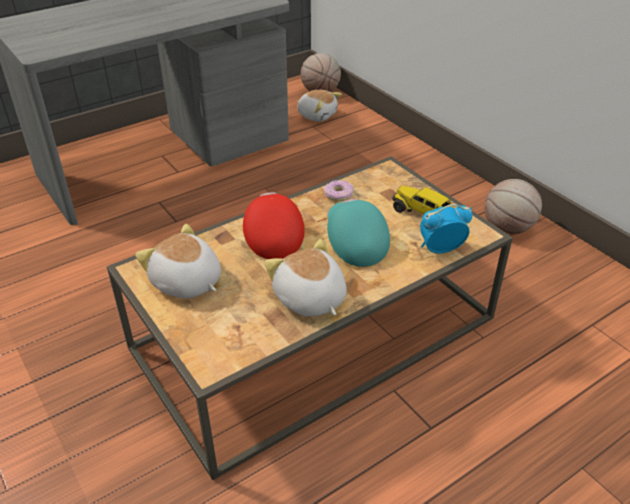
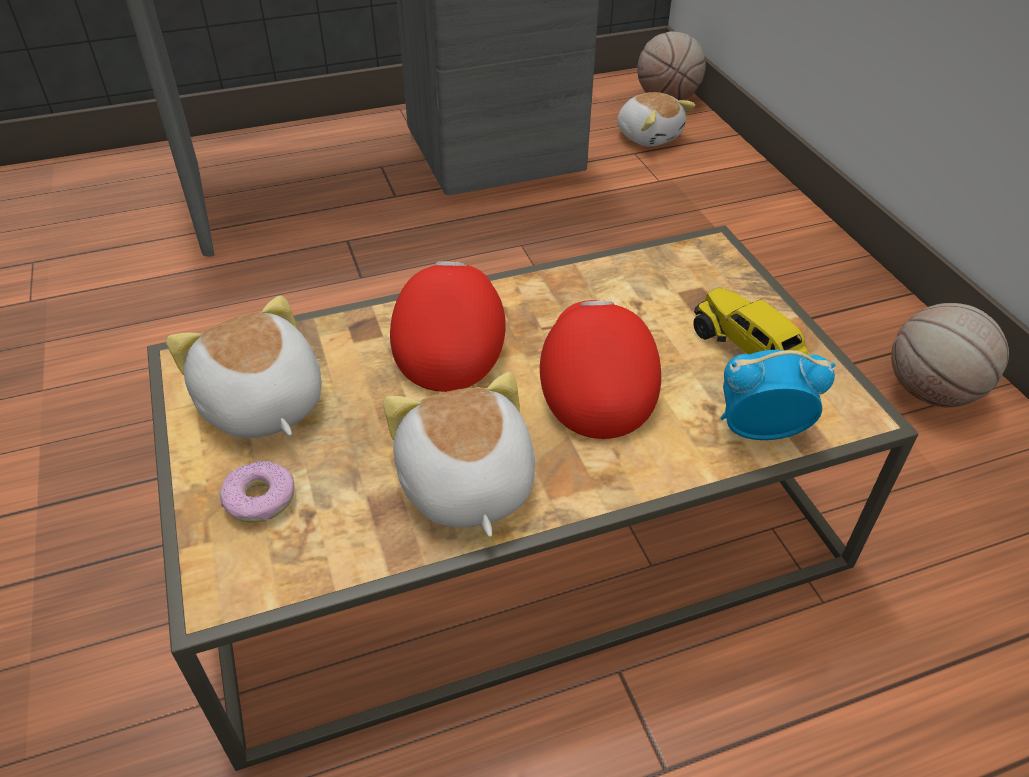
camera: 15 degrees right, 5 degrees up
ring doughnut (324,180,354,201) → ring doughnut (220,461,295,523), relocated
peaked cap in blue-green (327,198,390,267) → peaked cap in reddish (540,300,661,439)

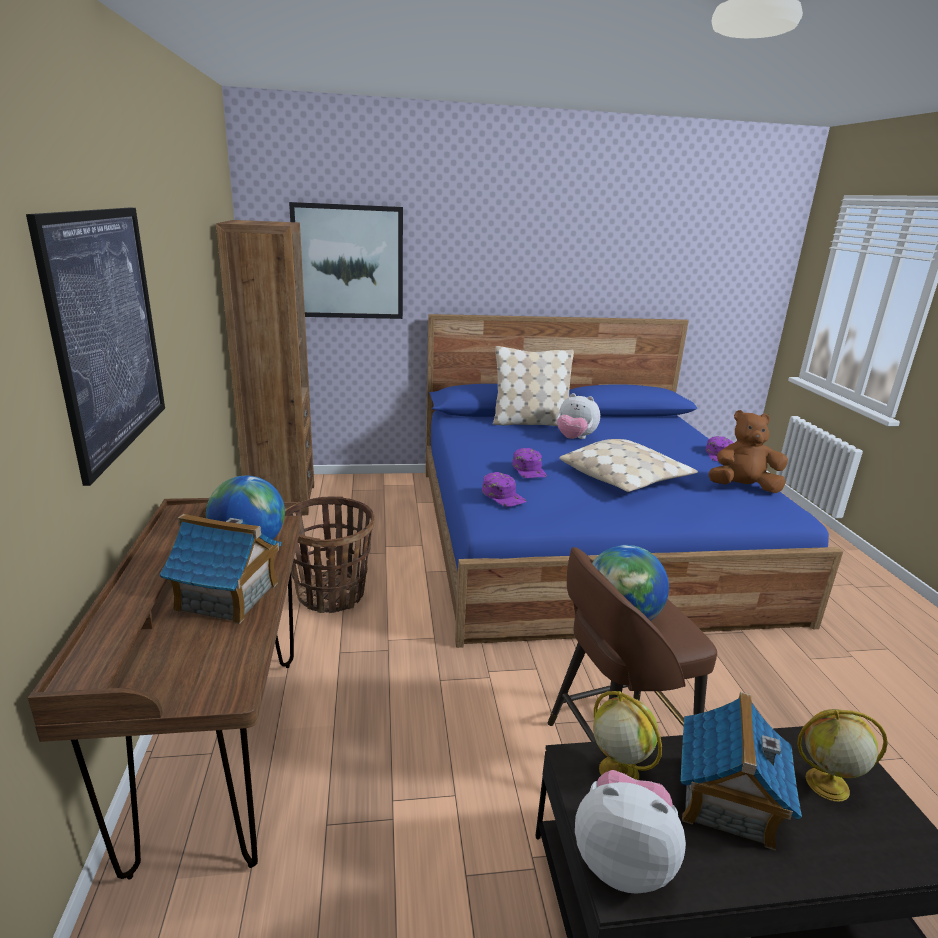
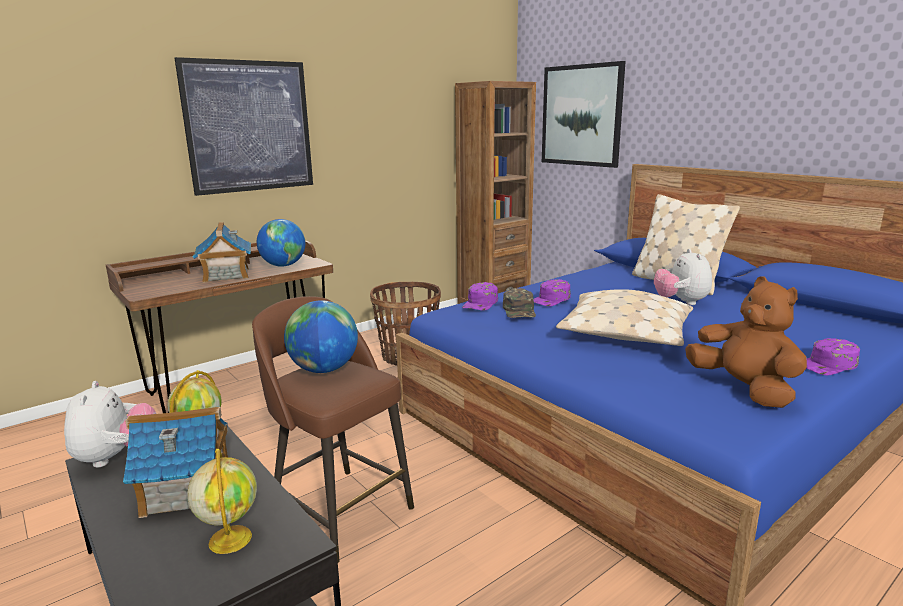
camera: 60 degrees right, 5 degrees down
- → peaked cap in green (503,288,536,318)

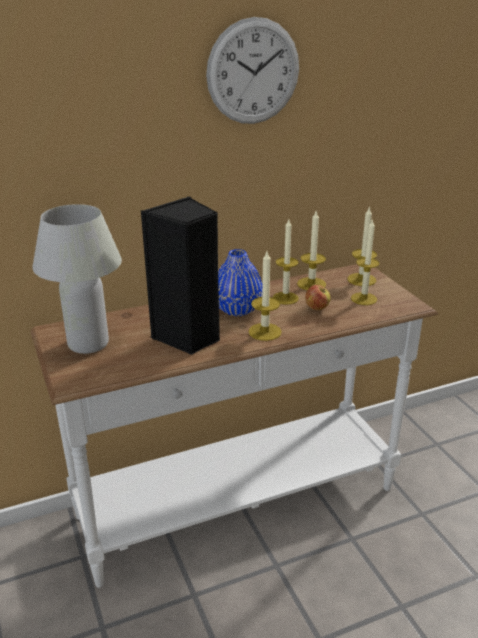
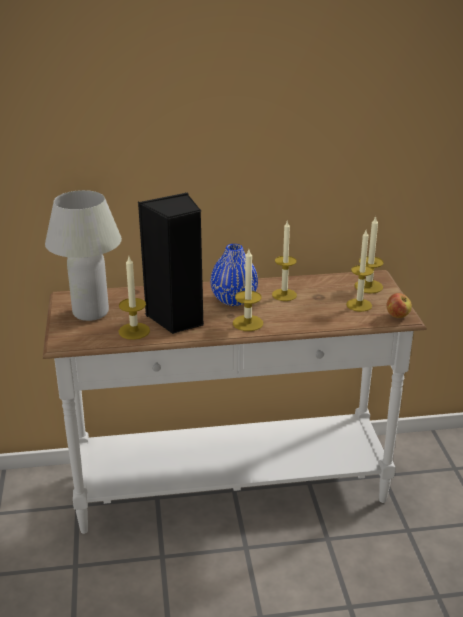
camera: 15 degrees right, 0 degrees up
hanging clock (206,17,299,124) → -
wax candle (297,211,326,290) → wax candle (119,256,150,340), relocated
apple (305,285,331,310) → apple (387,293,412,318), relocated

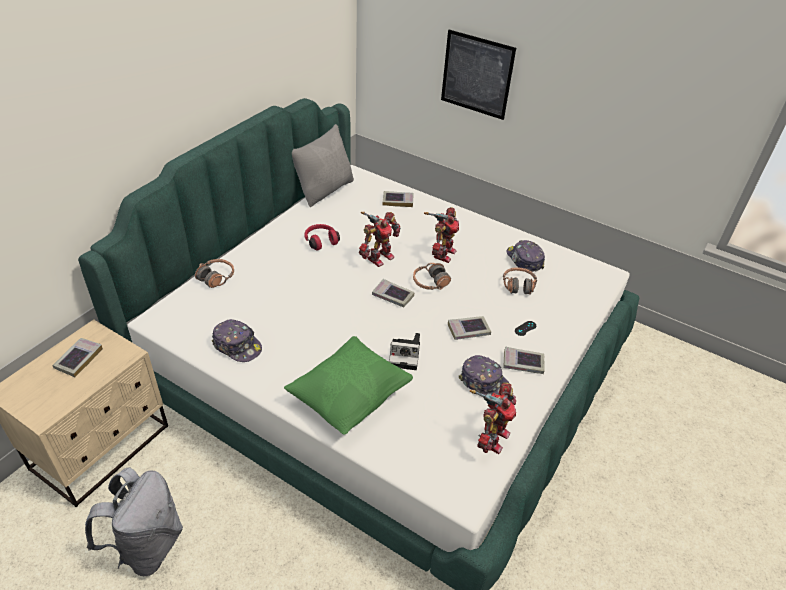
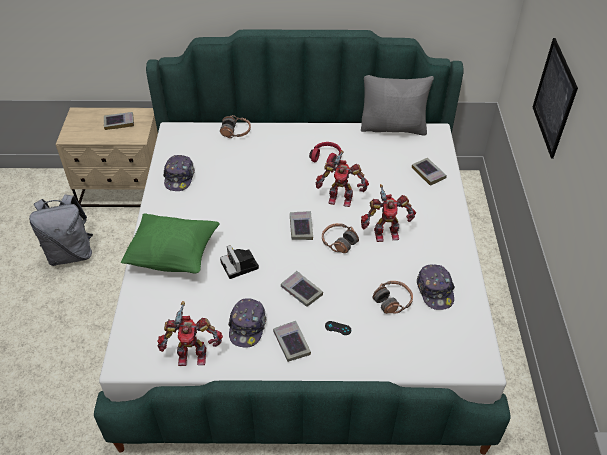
camera: 60 degrees right, 5 degrees up
peaked cap (506,240,545,272) → peaked cap (417,264,455,310), 135 degrees clockwise

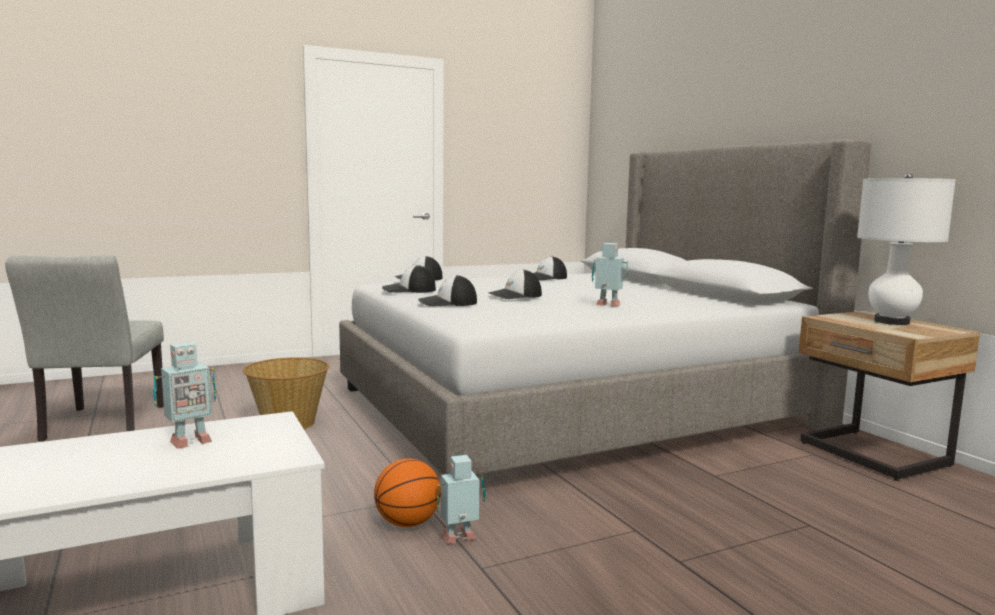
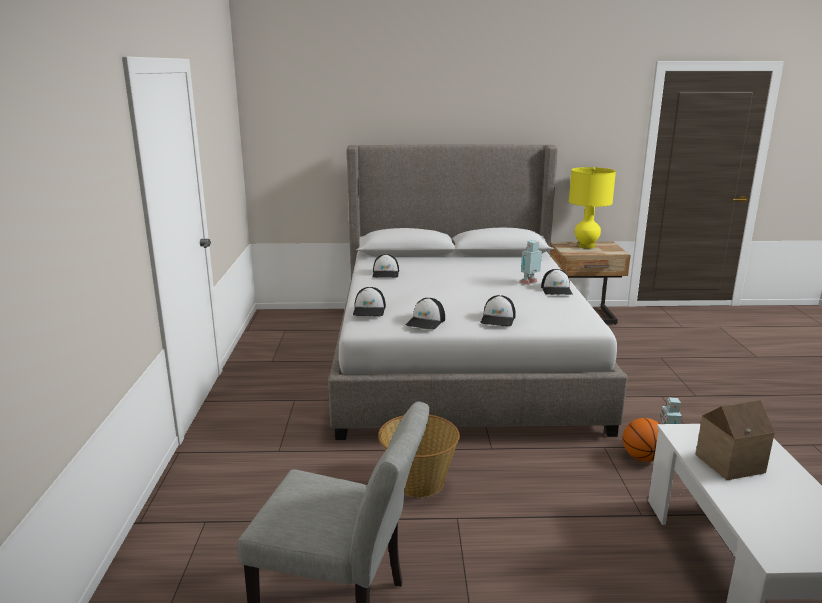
camera: 65 degrees left, 10 degrees up
robot figure (153,342,216,449) → miniature house (695,400,775,480)
peaked cap (489,269,542,299) → peaked cap (541,269,573,295), relocated
table lamp in white-coloured (857,173,956,325) → table lamp in yellow-coloured (569,167,616,249)

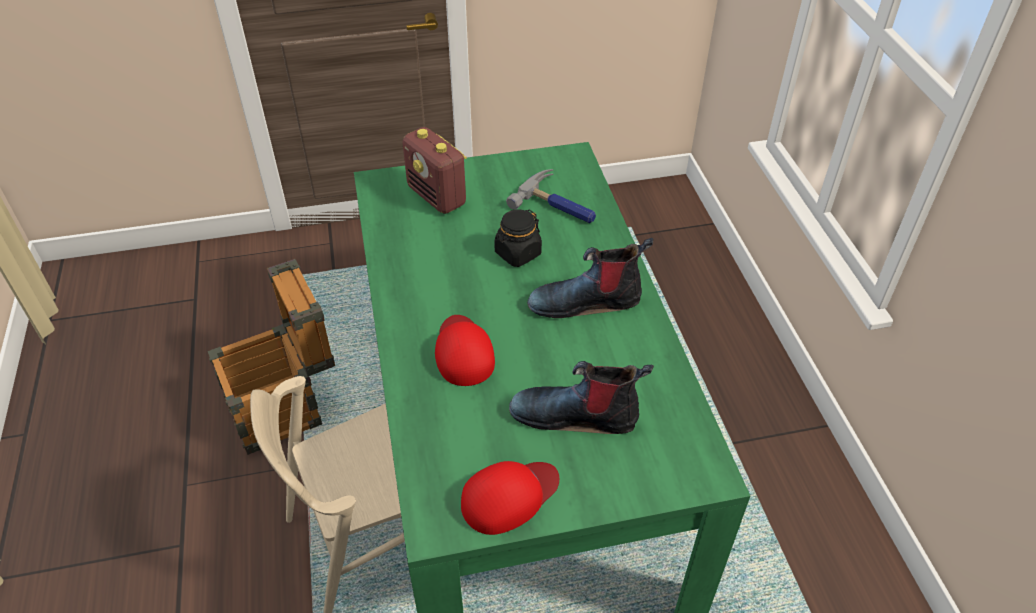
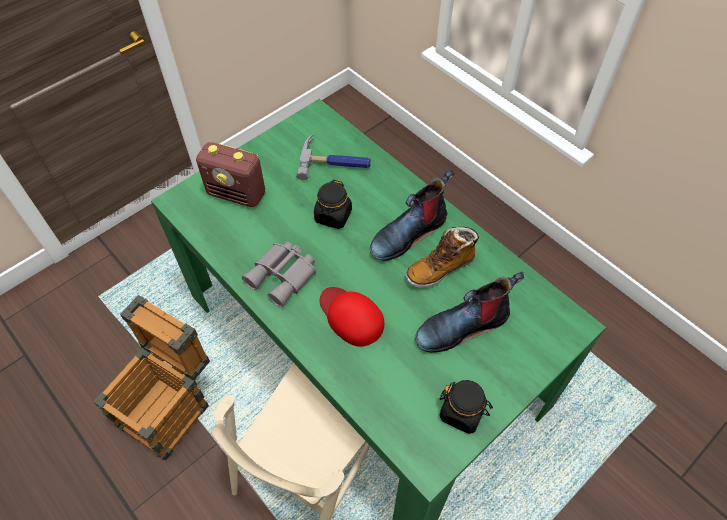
camera: 30 degrees left, 10 degrees up
peaked cap in reddish (461,461,559,535) → preserve jar in black (439,380,493,434)
- → binoculars in gray (242,242,316,307)
- → tall boot (406,227,479,288)

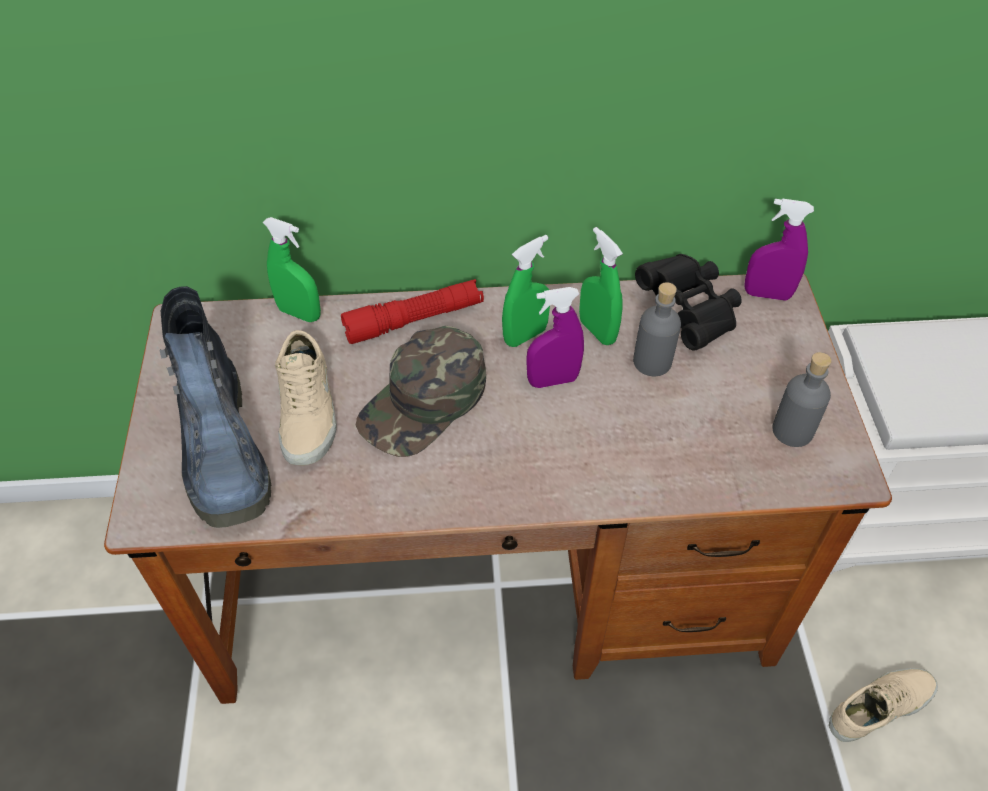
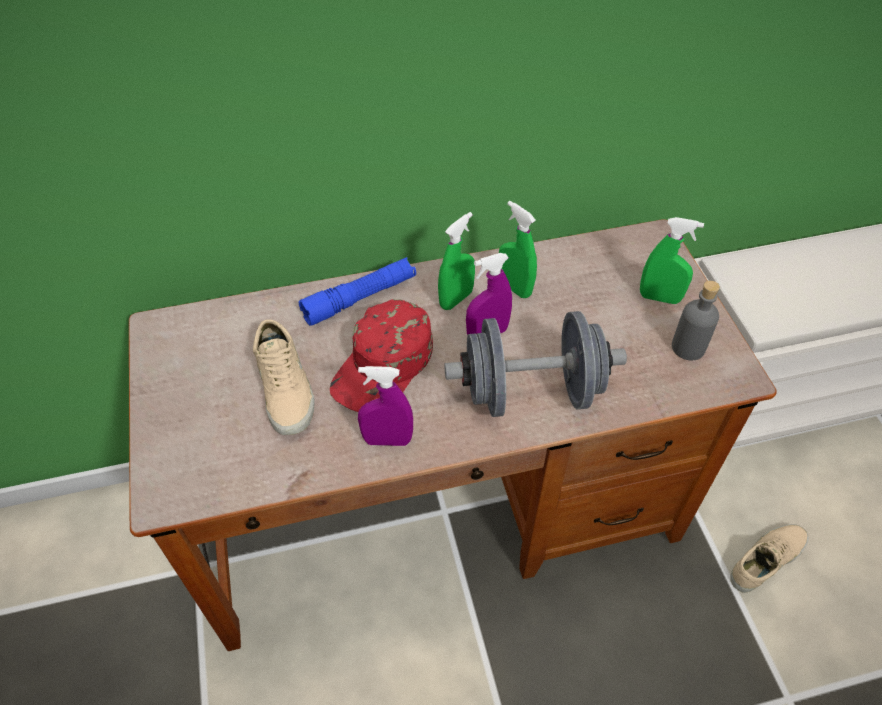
camera: 10 degrees left, 0 degrees up
tall boot (159,286,272,528) → -
spray bottle in green (263,217,321,322) → spray bottle in green (640,217,704,304), relocated
torch in reddish (341,279,484,344) → torch in bluish (298,257,416,325)
peaked cap in green (356,326,486,457) → peaked cap in reddish (330,299,433,412)
drink bottle in gray (633,282,681,376) → -
binoculars in black (635,254,742,351) → -
spray bottle in purple (745,198,814,301) → spray bottle in purple (358,366,413,446), relocated
- → hand weight in gray (444,311,627,417)

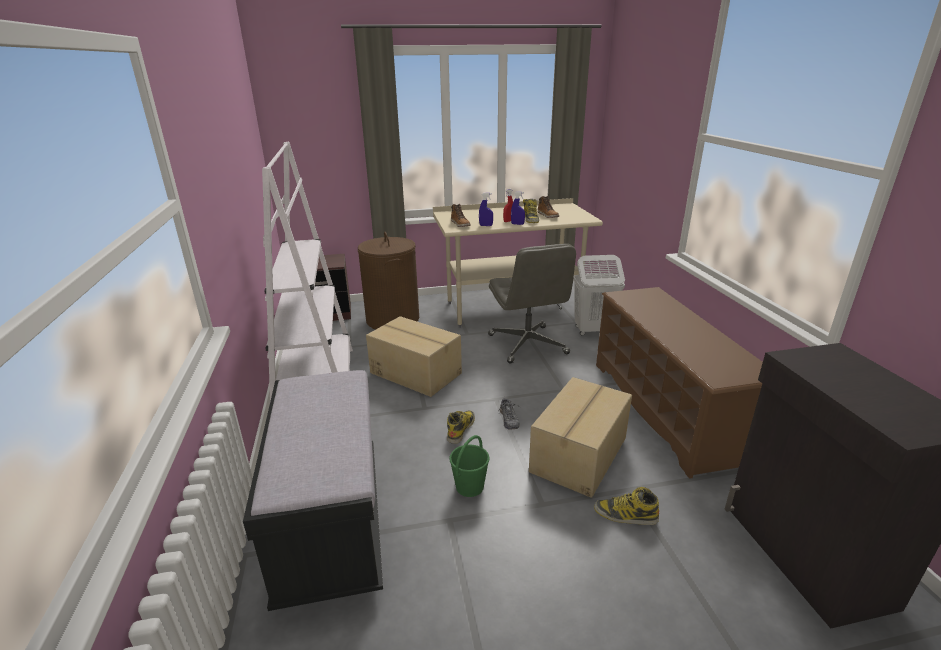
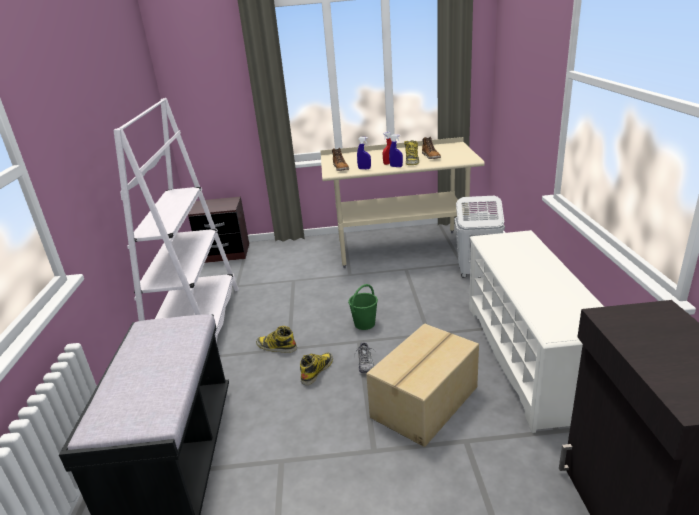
camera: 10 degrees right, 0 degrees up
hamper in brown-coloured (358,232,419,330) → -
packing box (366,316,462,397) → -
bucket in green (449,435,489,497) → bucket in green (348,284,378,330), relocated
computer chair in gray (488,244,576,364) → -
tall boot (594,487,659,525) → tall boot (256,326,297,353), relocated
shoe rack in brown-coloured (596,287,763,479) → shoe rack in white-coloured (469,230,604,433)

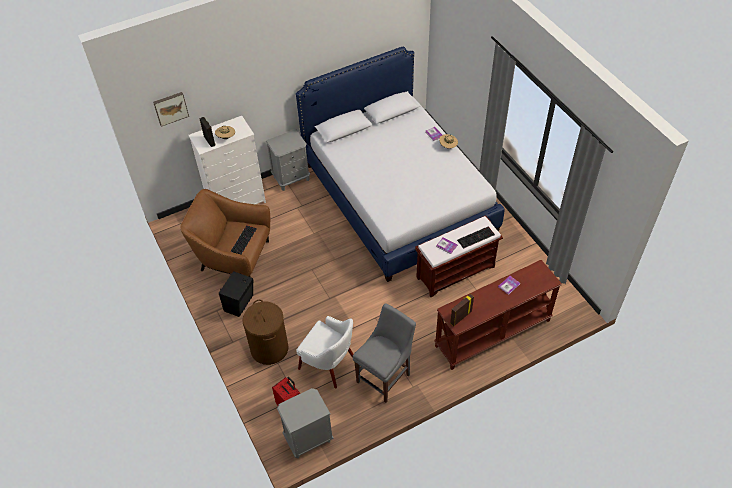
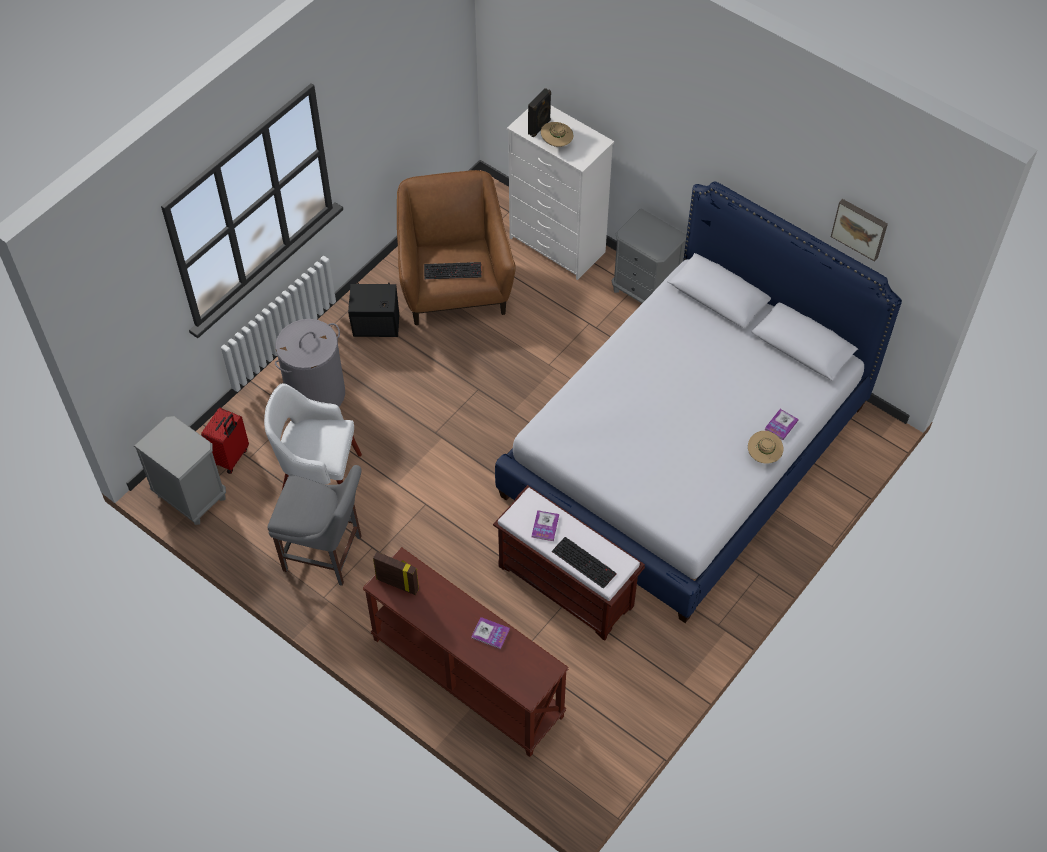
camera: 65 degrees right, 5 degrees up
wall picture (153,92,189,127) → wall picture (831,199,888,262), relocated
hamper in brown-coloured (243,300,289,365) → hamper in gray (275,319,345,406)
lounge chair in white-coloured (296,316,353,389) → lounge chair in white-coloured (264,383,362,490), 90 degrees clockwise

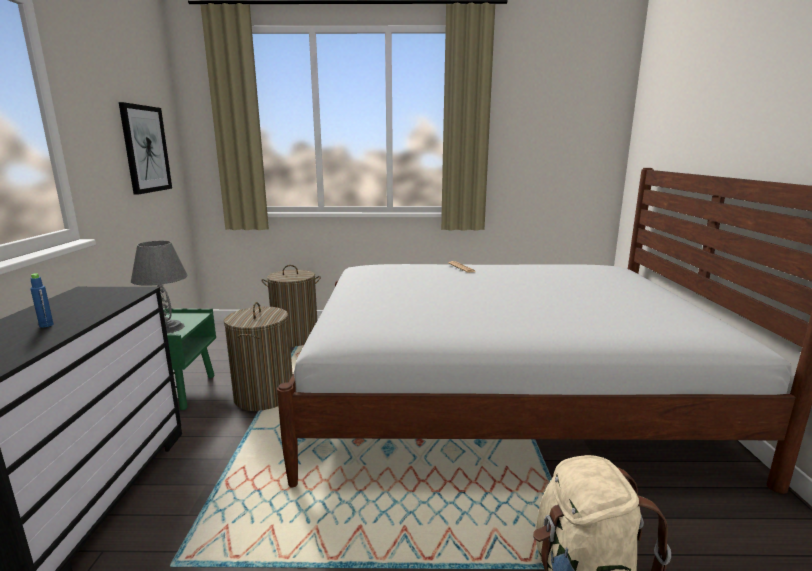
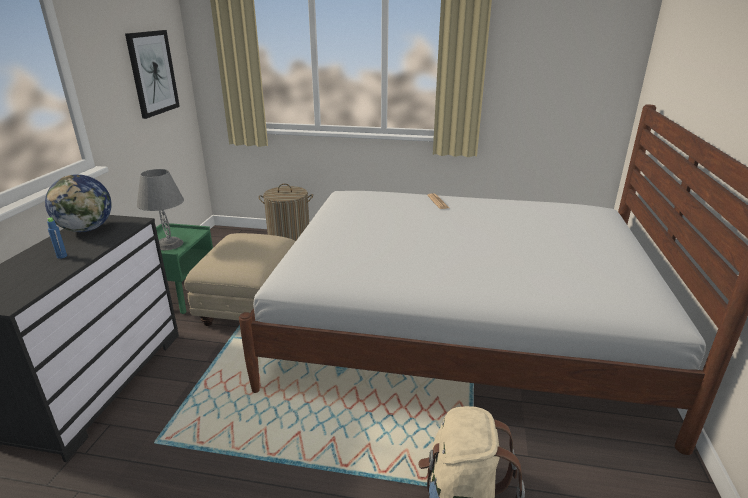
camera: 10 degrees right, 10 degrees up
hamper (224,302,293,411) → ottoman in sand-coloured (184,233,296,326)
- → world globe (45,174,112,232)

